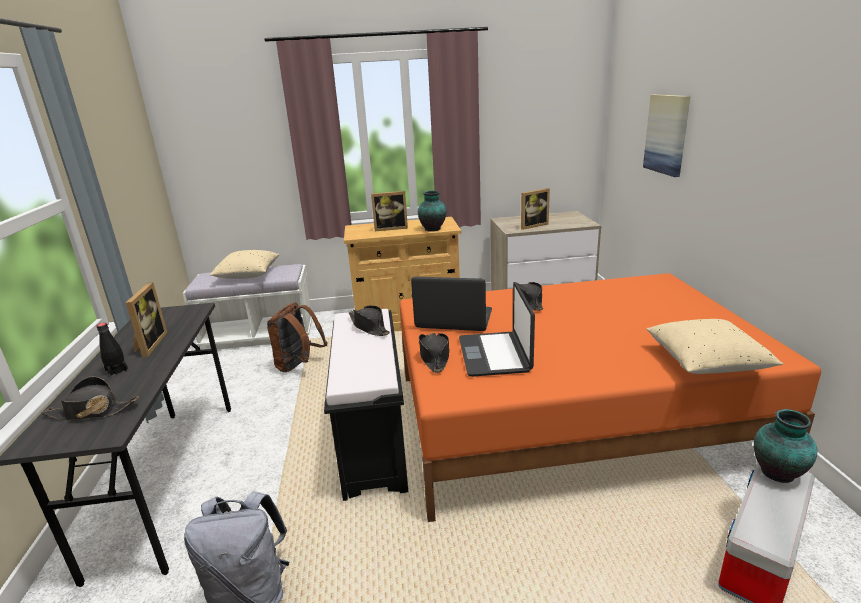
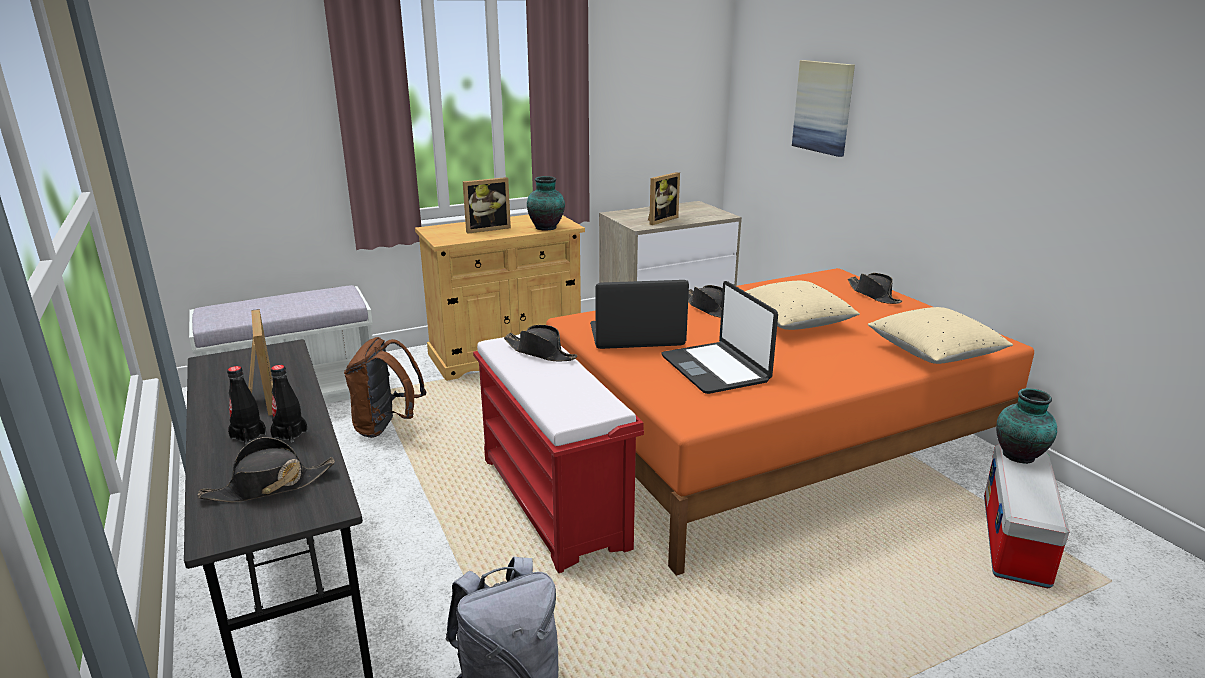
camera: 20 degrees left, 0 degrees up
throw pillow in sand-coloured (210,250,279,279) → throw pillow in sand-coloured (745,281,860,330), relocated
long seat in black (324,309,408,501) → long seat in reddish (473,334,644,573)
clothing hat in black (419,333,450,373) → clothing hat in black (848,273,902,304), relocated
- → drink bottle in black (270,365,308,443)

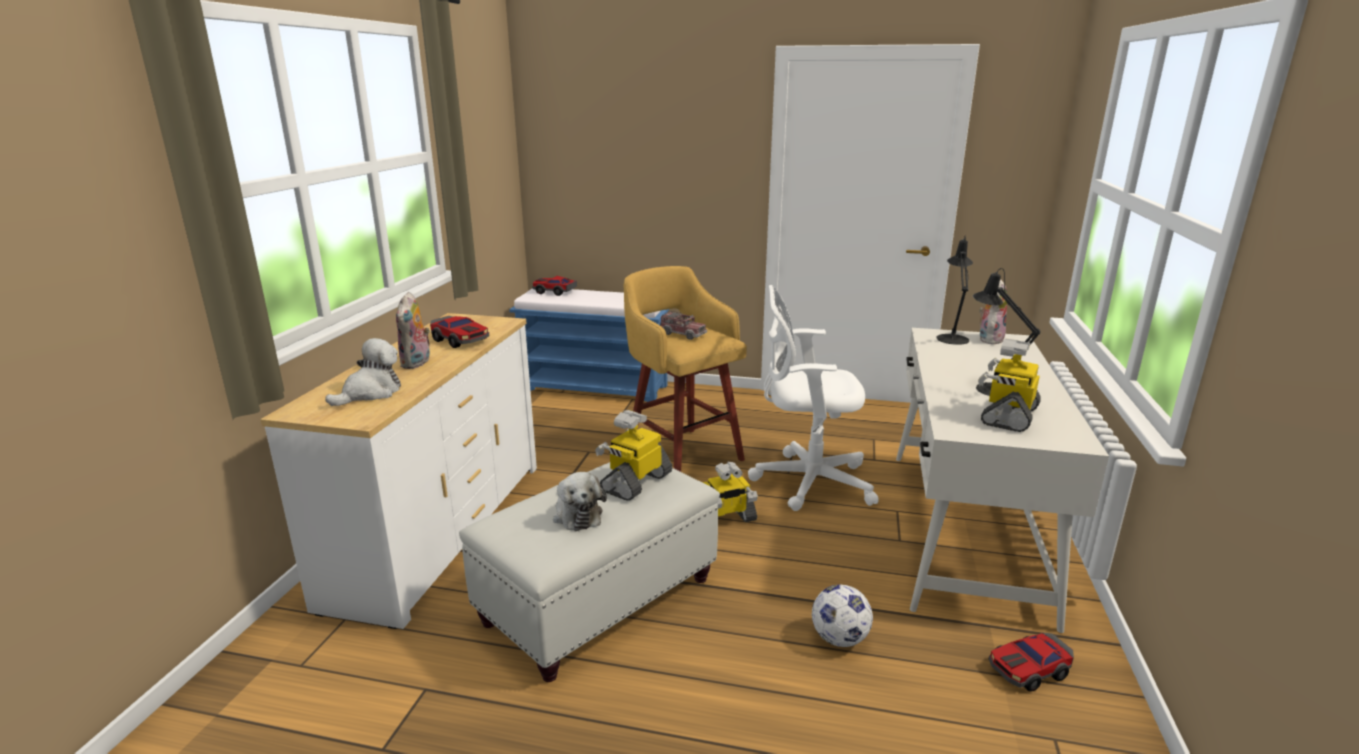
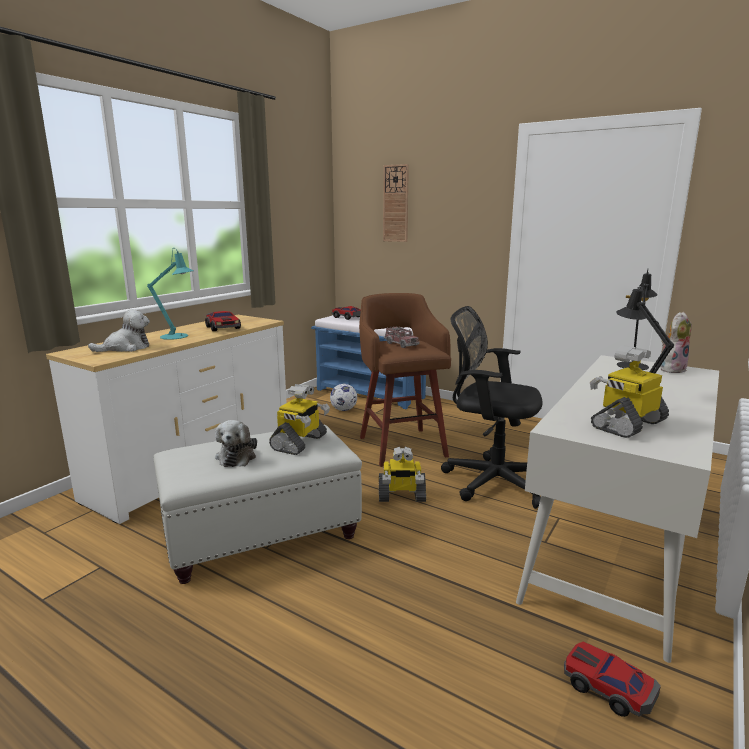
camera: 20 degrees right, 5 degrees down
soft toy (396,292,430,369) → table lamp in blue-green (147,248,193,340)
robot figure (595,410,673,501) → robot figure (269,384,330,455), 150 degrees clockwise
sitting stool in yellow-coloured (624,266,747,472) → sitting stool in brown-coloured (359,293,451,467)
computer chair in white-coloured (748,285,879,511) → computer chair in black (441,306,543,509)
football ball (812,585,873,647) → football ball (330,384,357,411), relocated
miniature car (989,633,1074,691) → miniature car (564,641,661,717), 45 degrees clockwise
- → hanging clock (383,164,409,242)

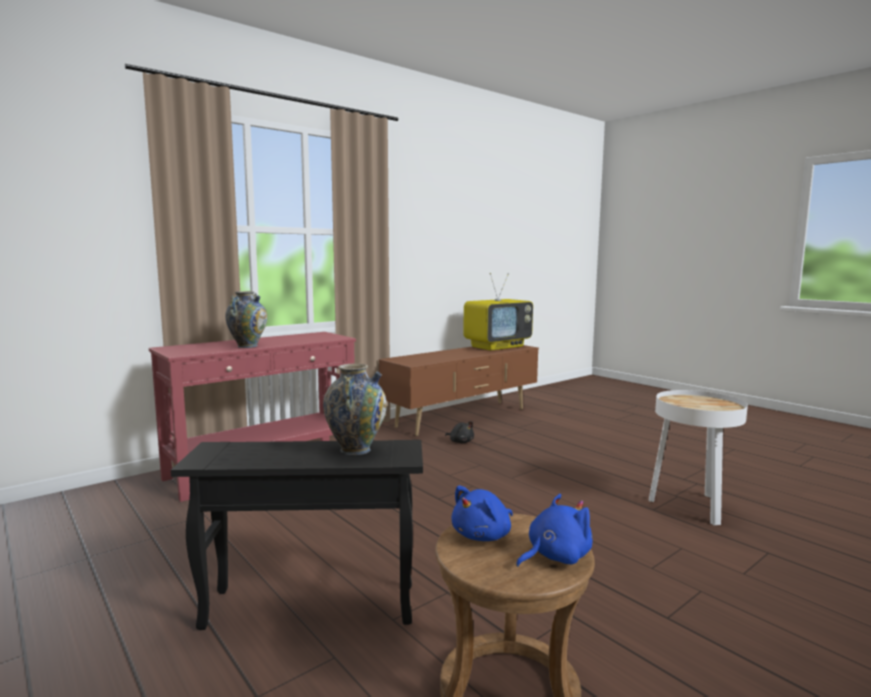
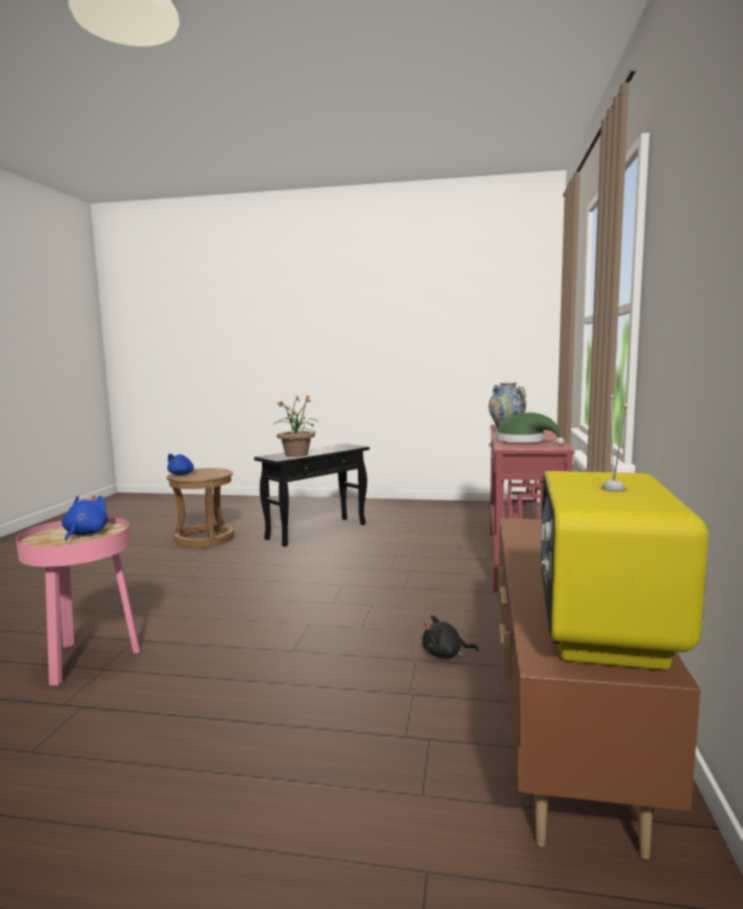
camera: 140 degrees right, 0 degrees up
vase (323,364,387,455) → potted plant (274,395,318,457)
soft toy in bluish (451,485,513,541) → soft toy in bluish (62,496,108,541), relocated
side table in white-coloured (649,390,748,525) → side table in pink-coloured (16,517,140,686)
- → clothing hat in green (496,413,564,445)

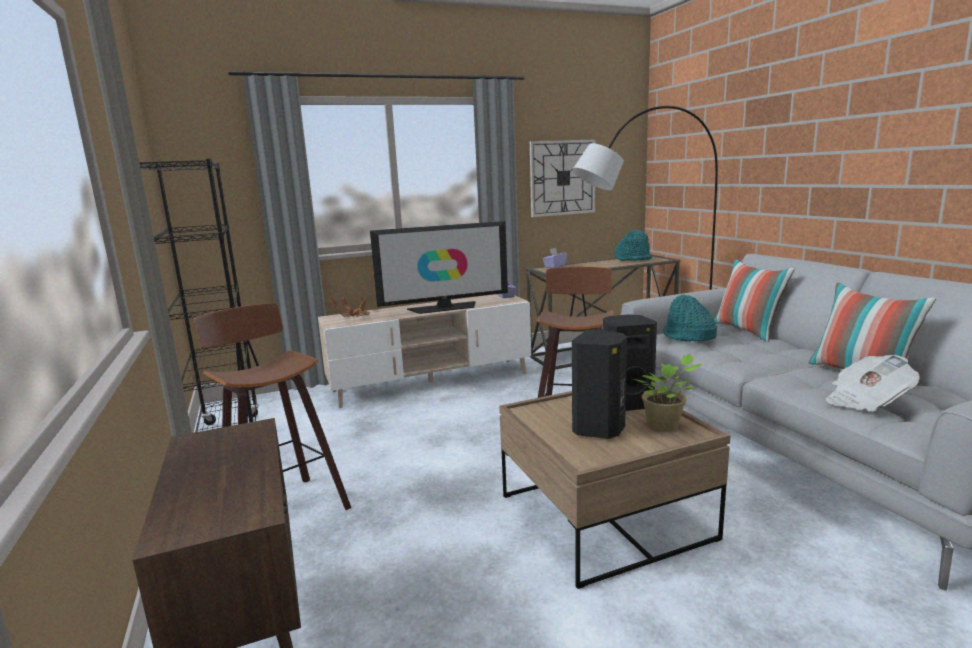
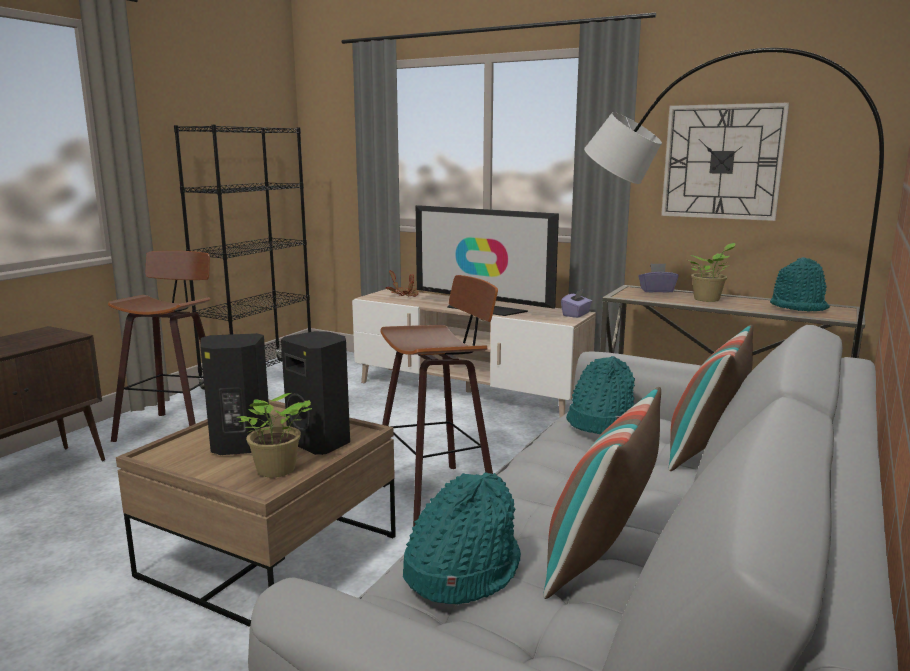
camera: 50 degrees right, 0 degrees up
printed paper (826,355,920,411) → clothing hat in blue-green (403,473,521,604)
- → potted plant (689,243,736,302)

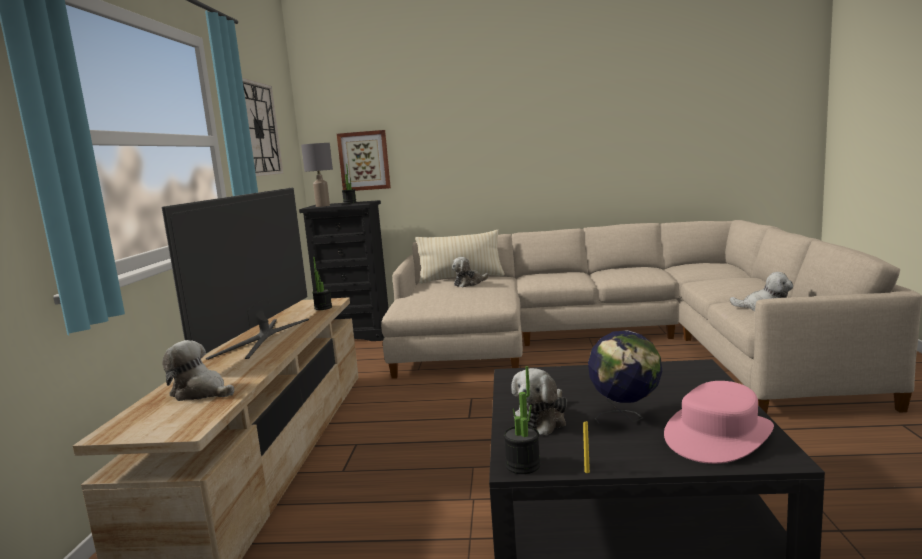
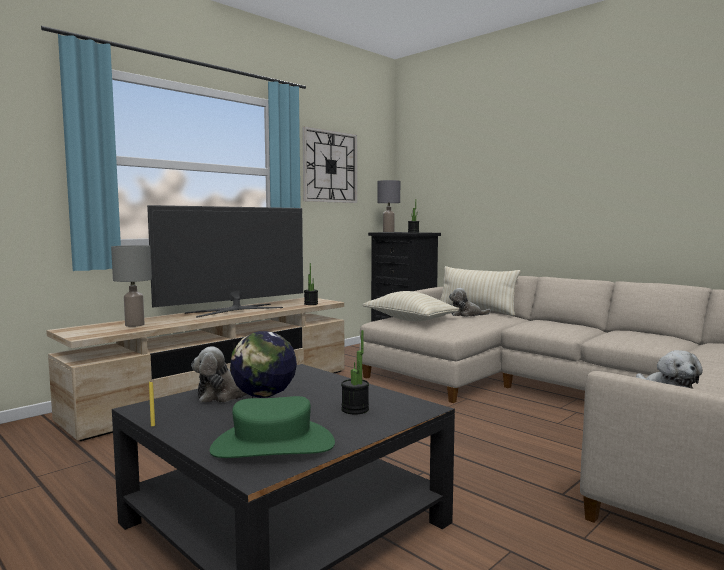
camera: 40 degrees right, 5 degrees down
soft toy (162,340,234,401) → table lamp in gray (111,245,152,327)
wall picture (337,130,391,191) → -
potted plant (504,366,540,474) → potted plant (341,330,369,414), relocated
clothing hat in pink-coloured (664,381,774,464) → clothing hat in green (210,396,335,458)
- → throw pillow in sand-coloured (362,291,459,322)

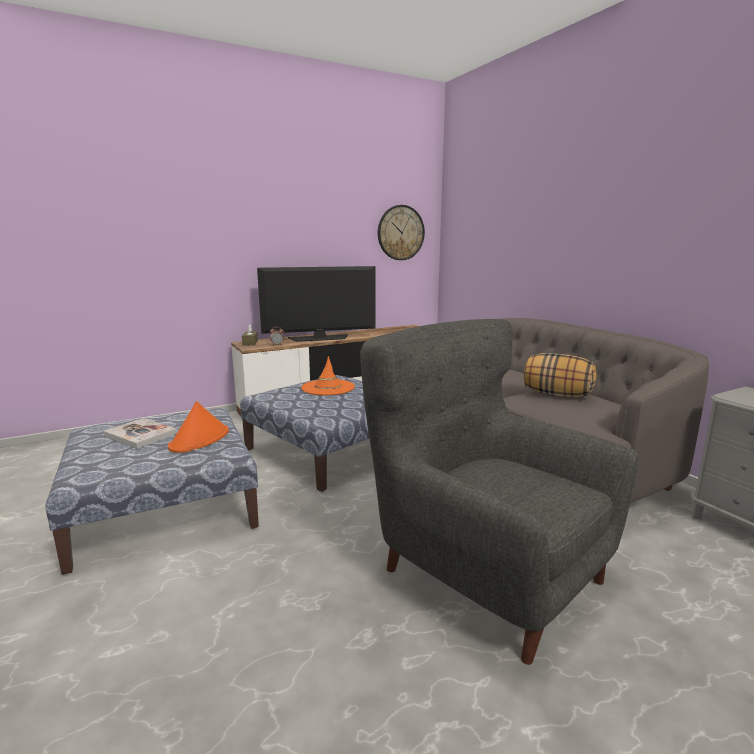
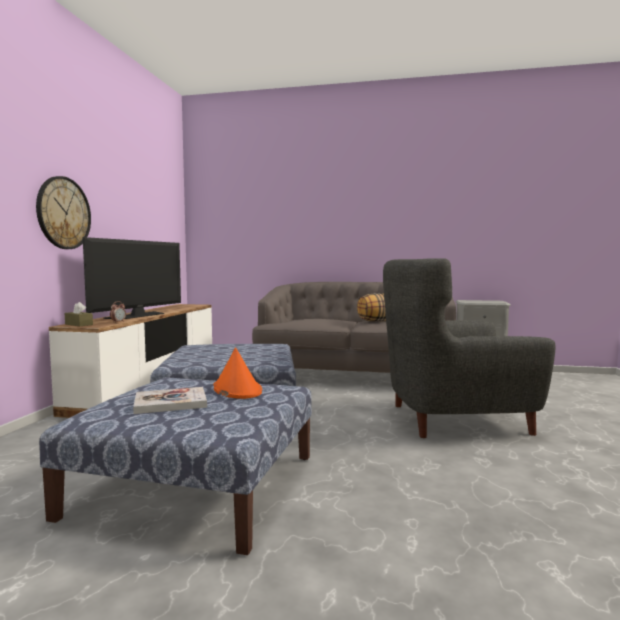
camera: 50 degrees left, 10 degrees down
clothing hat in orange (301,356,355,395) → -
hanging clock (378,205,425,260) → hanging clock (36,176,91,249), relocated

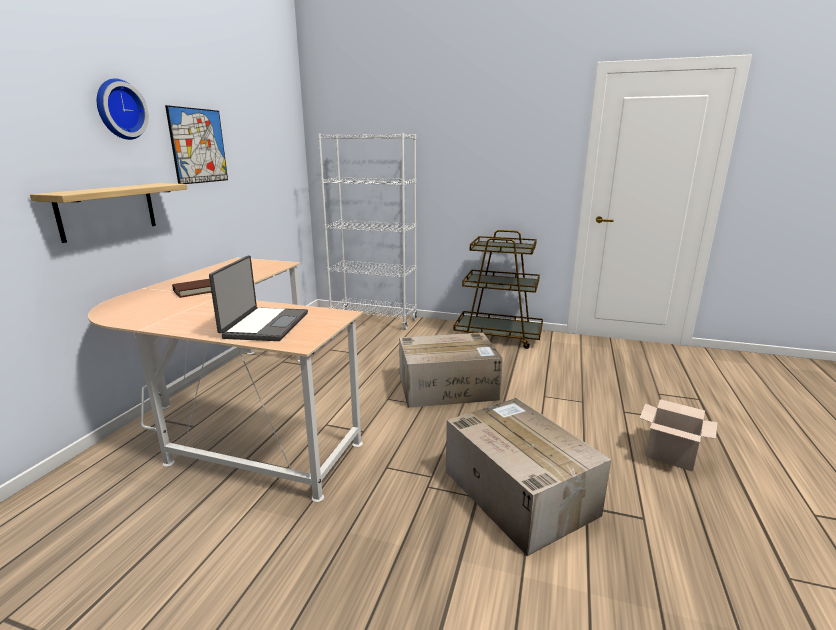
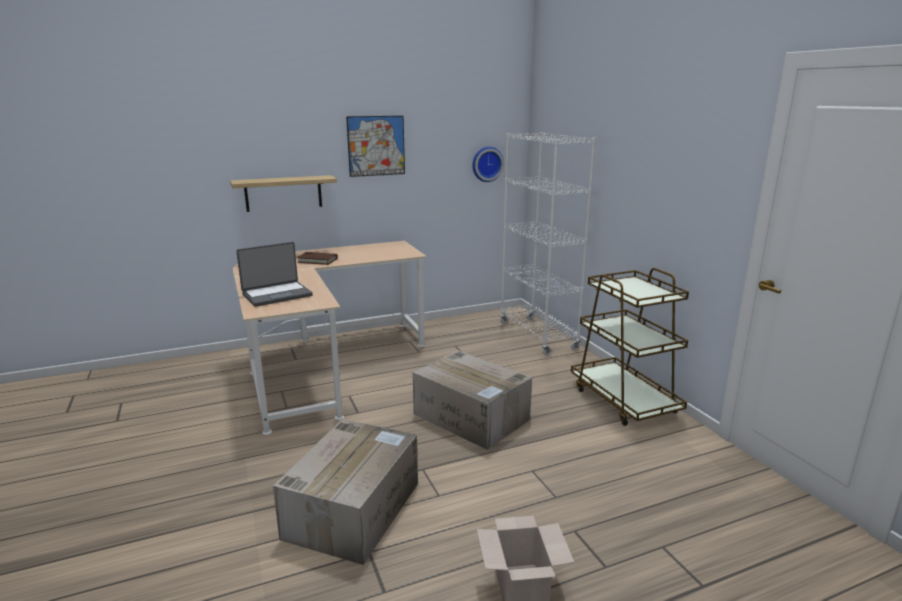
camera: 50 degrees right, 0 degrees up
hanging clock (97,78,149,140) → hanging clock (472,147,504,182), relocated

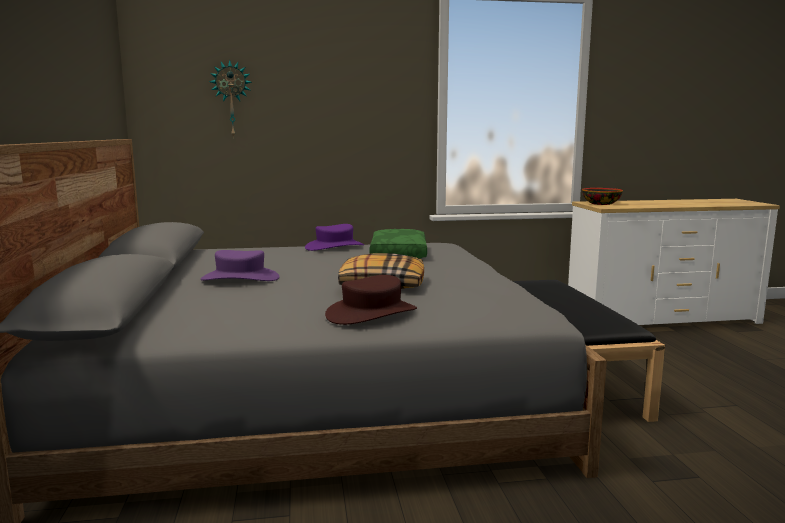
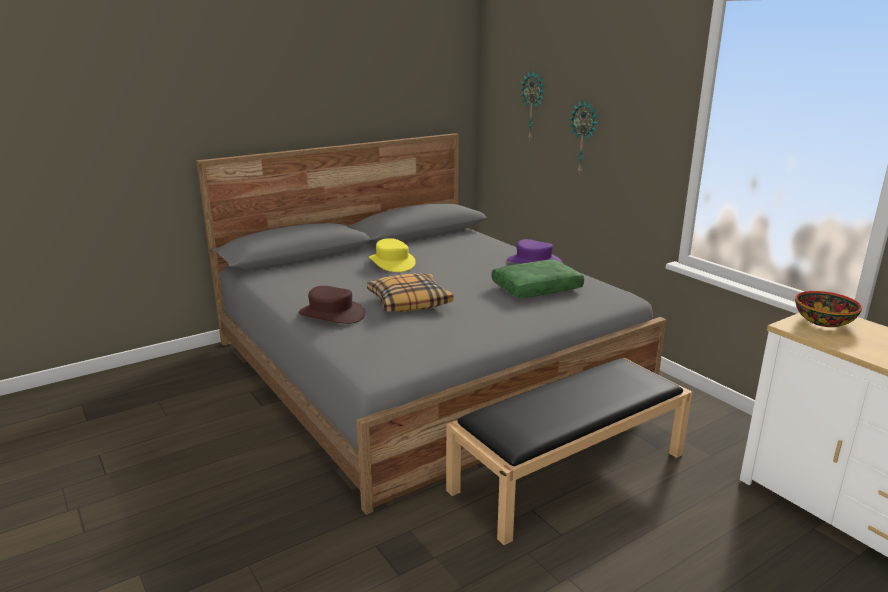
camera: 65 degrees right, 10 degrees up
clothing hat in purple (201,250,279,281) → clothing hat in yellow-coloured (369,238,416,272)
- → hanging clock (570,100,599,175)

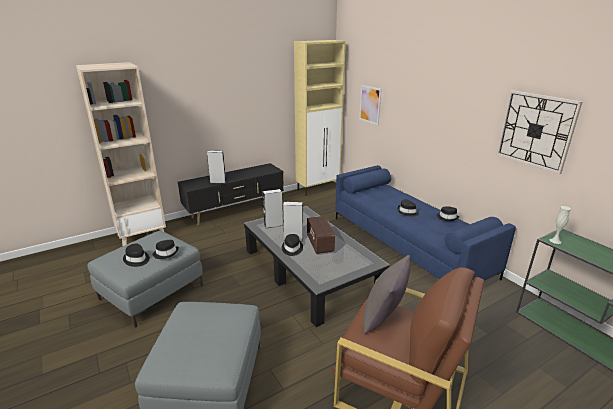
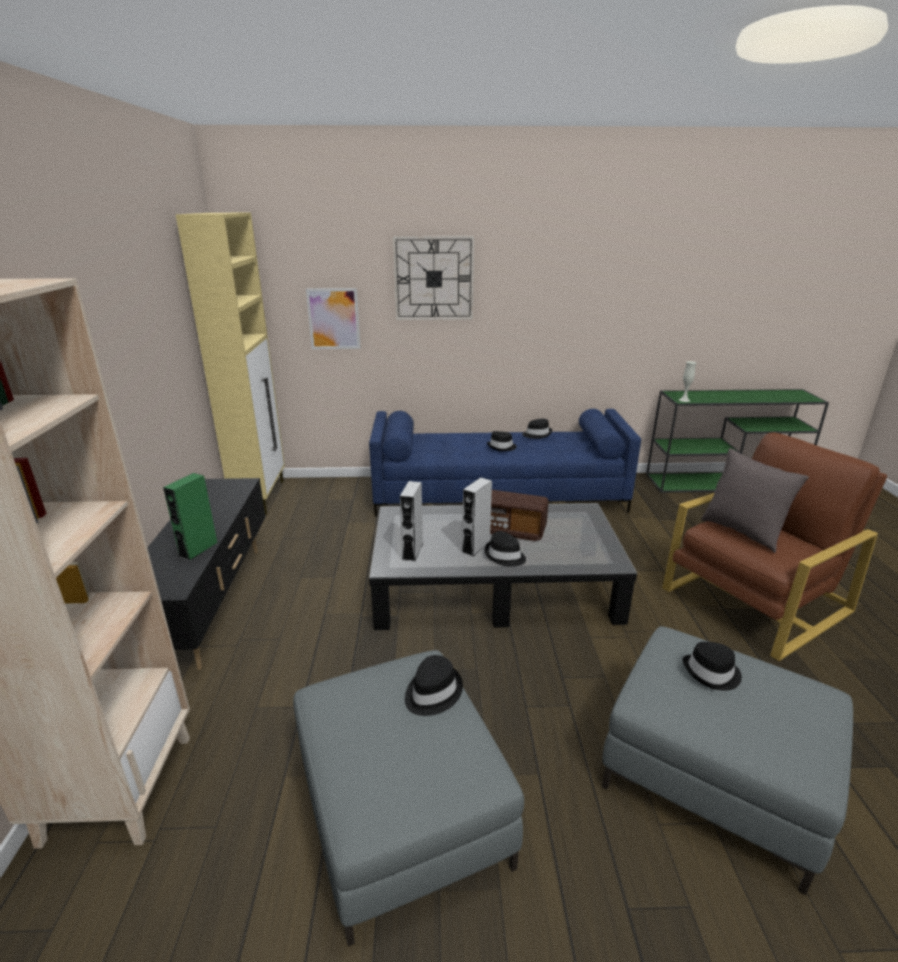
camera: 60 degrees left, 0 degrees up
clothing hat in black (123,243,150,267) → clothing hat in black (682,642,742,690), relocated
speaker in gray (207,150,226,184) → speaker in green (163,473,218,561)
hanging clock (496,90,582,174) → hanging clock (392,236,475,320), relocated

